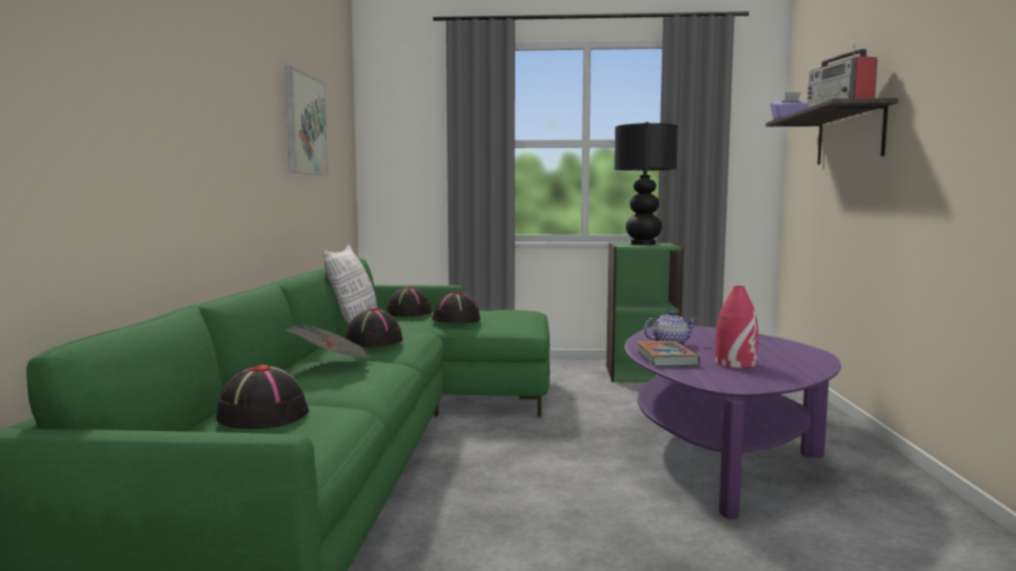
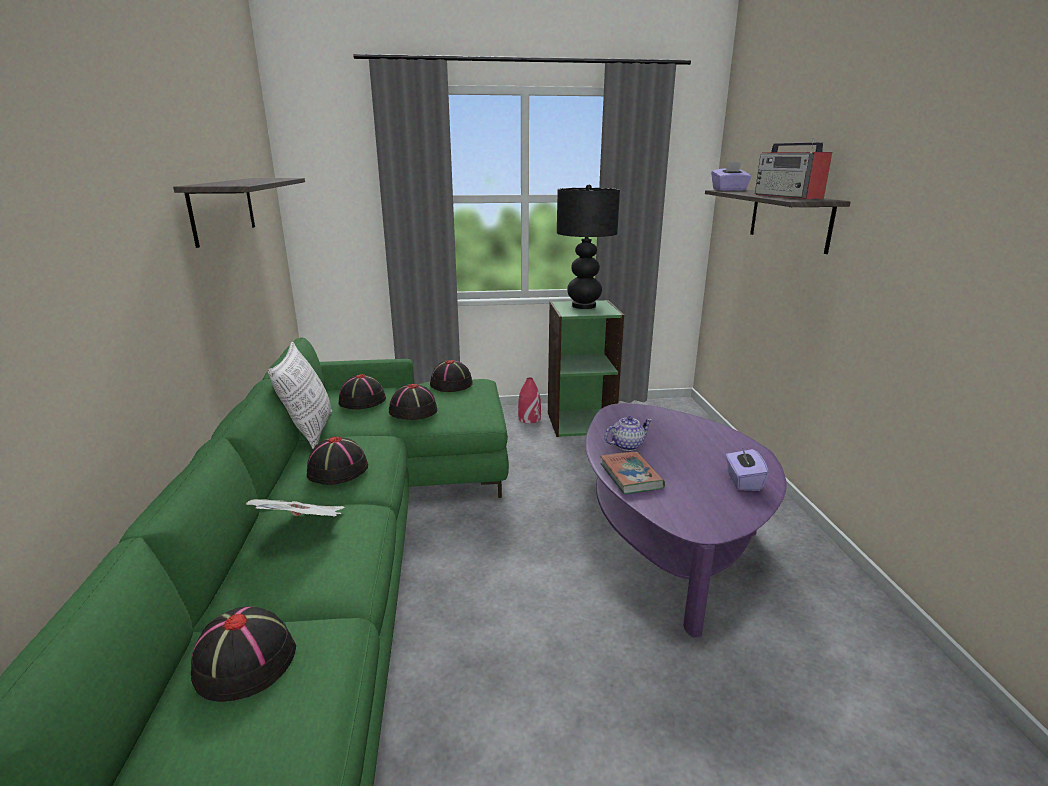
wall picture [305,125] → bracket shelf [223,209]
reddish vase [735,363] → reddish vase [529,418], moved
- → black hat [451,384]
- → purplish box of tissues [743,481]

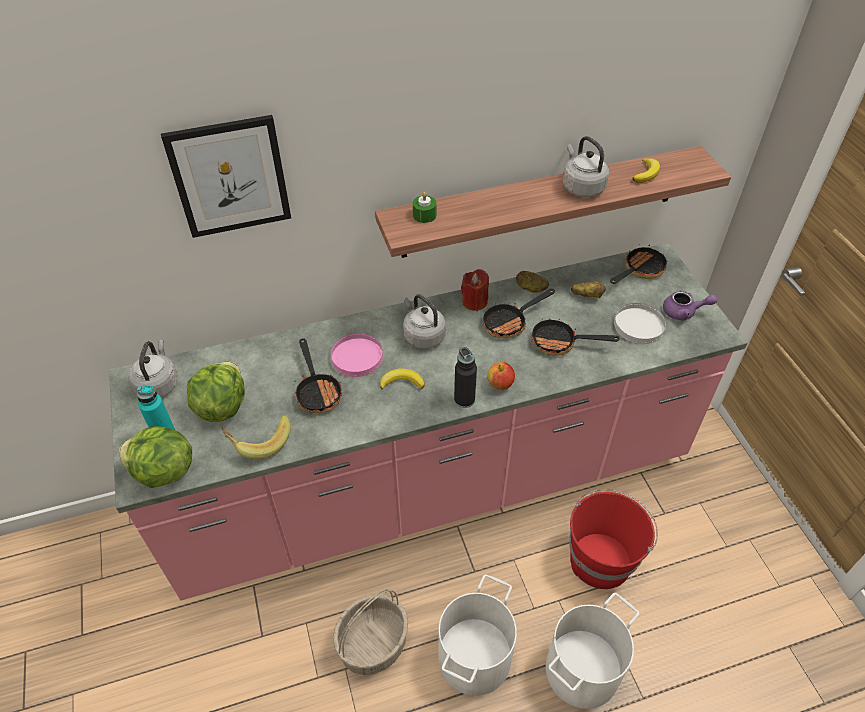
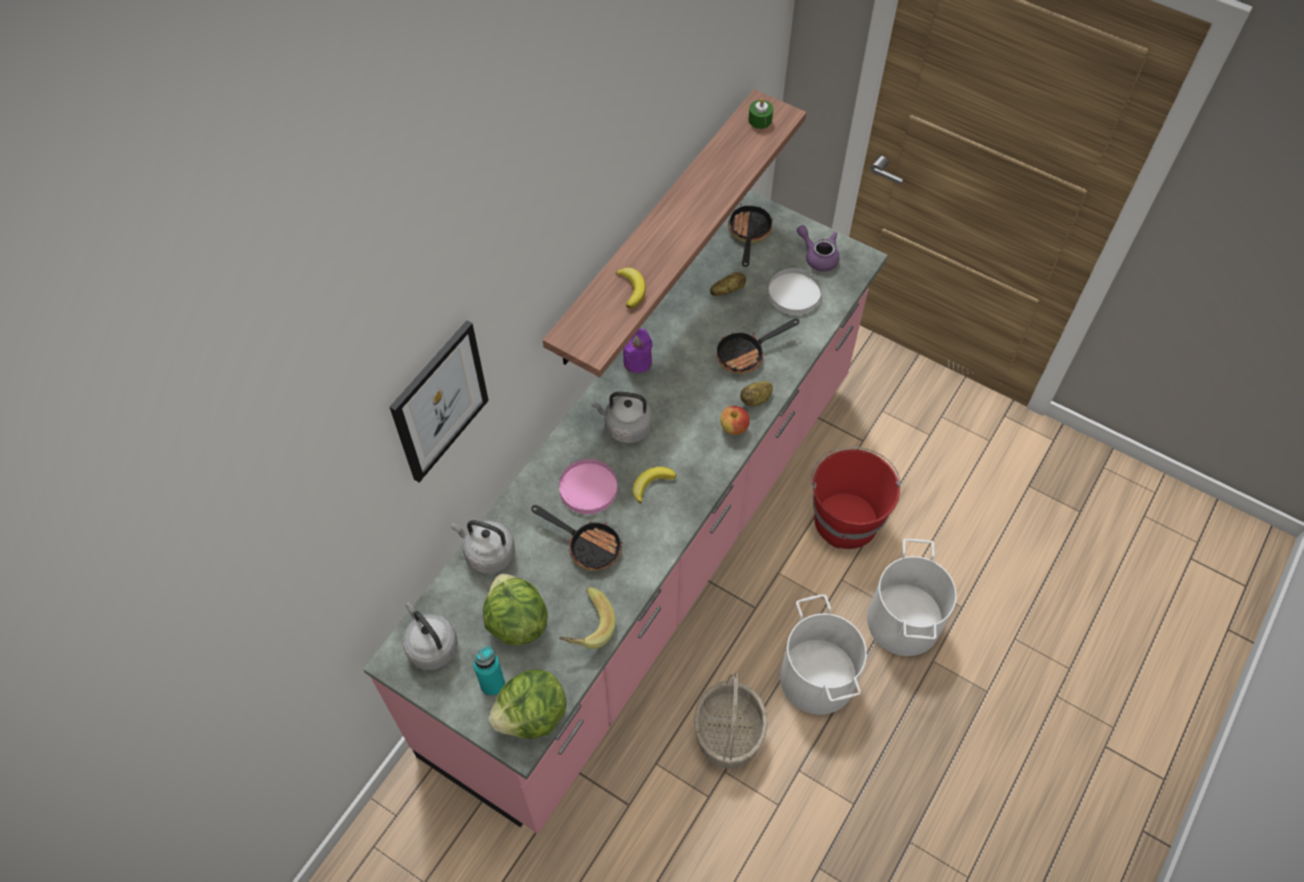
gray water kettle [581,187] → gray water kettle [487,553], moved
banana fruit [646,173] → banana fruit [632,289], moved
green wax light [424,215] → green wax light [760,120], moved
reddish wax light [474,301] → purplish wax light [637,361]
whole potato [531,288] → whole potato [756,399], moved
skillet [510,322] → -
purplish tea pot [683,312] → purplish tea pot [818,256], 105 degrees counterclockwise
black drink bottle [464,399] → -

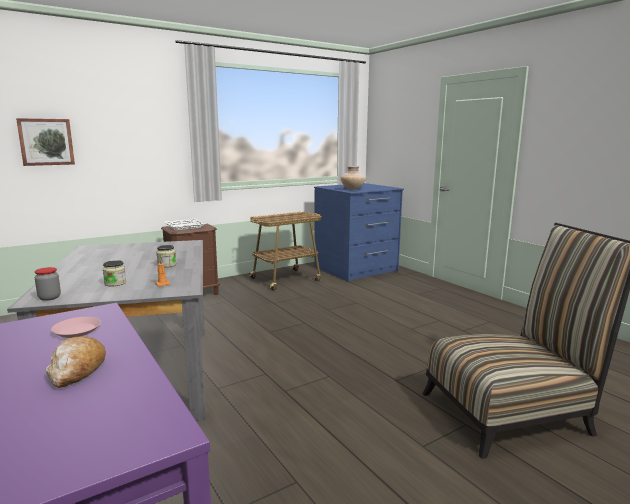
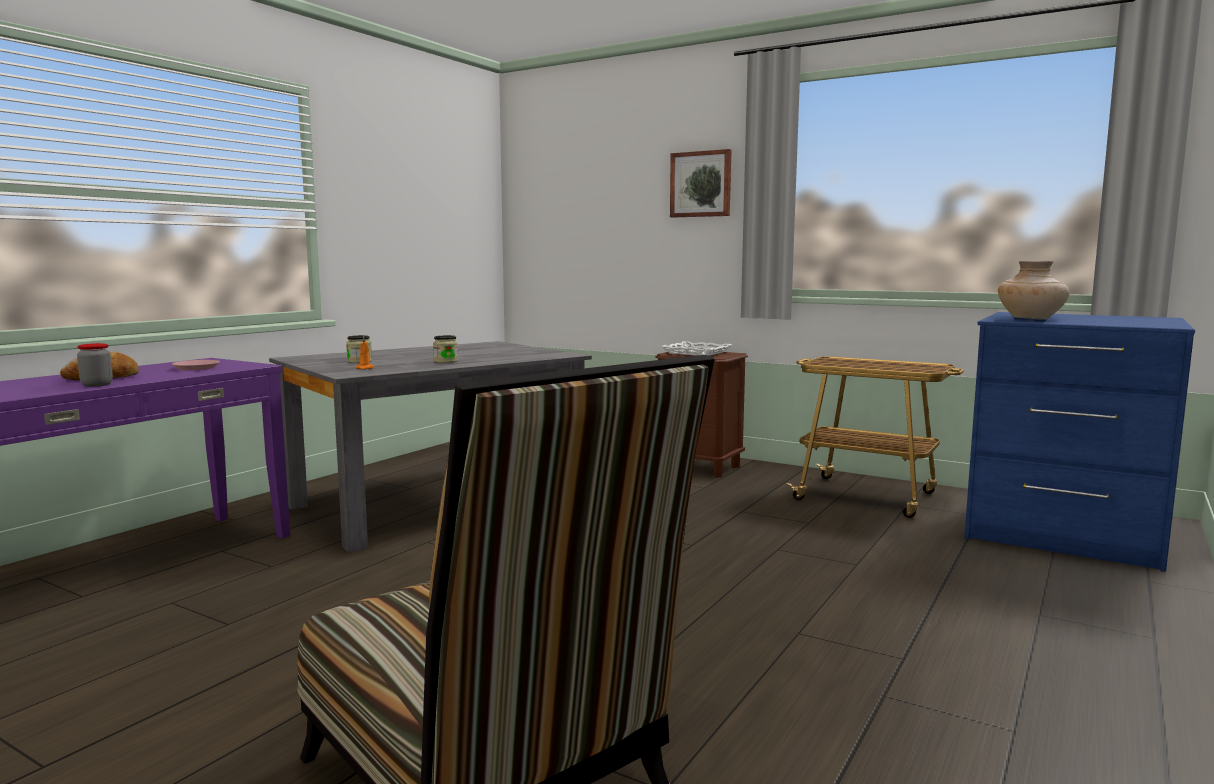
wall picture [46,142] → wall picture [701,184], moved
jar [49,298] → jar [97,385], moved

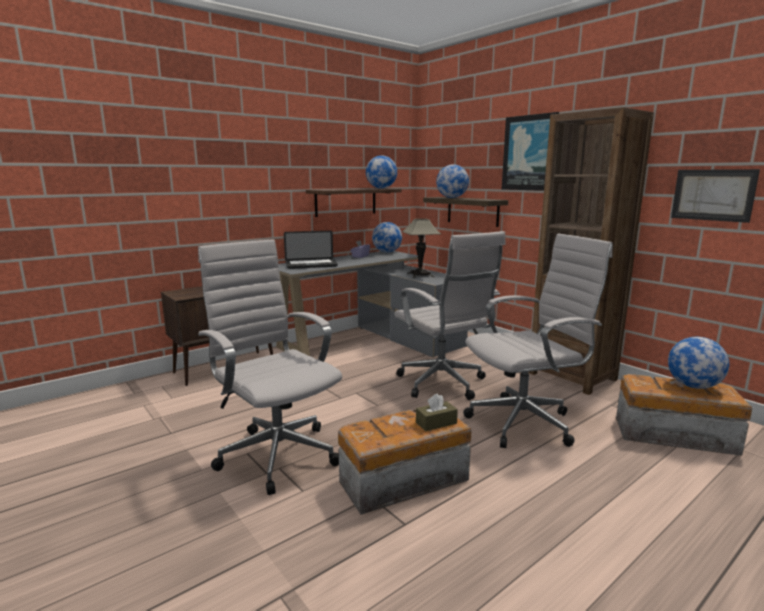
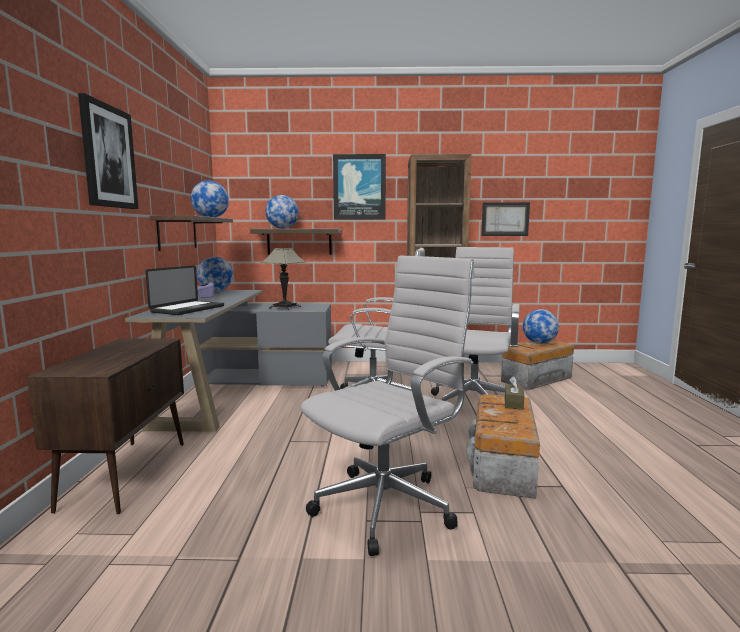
whitish desk chair [276,453] → whitish desk chair [389,504], 135 degrees clockwise
- → wall picture [108,157]

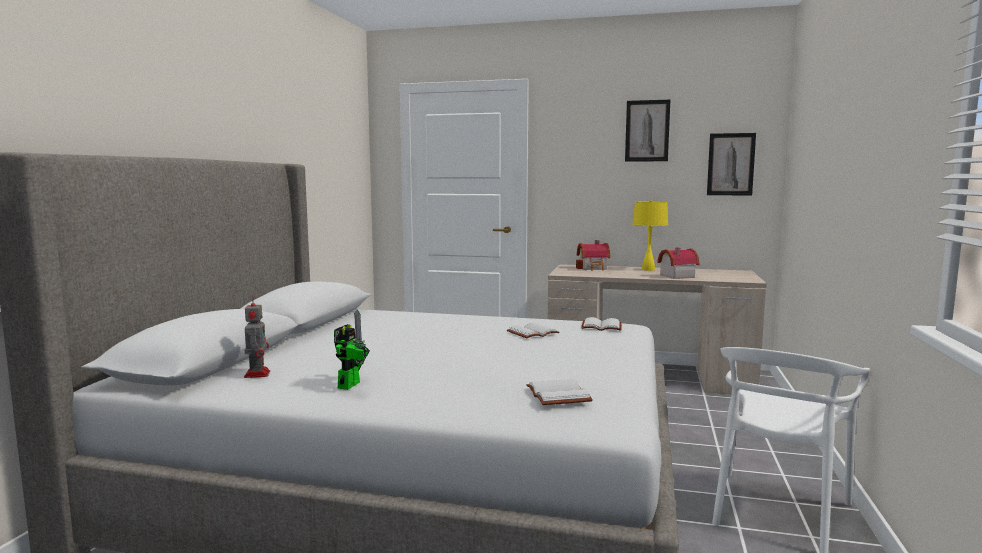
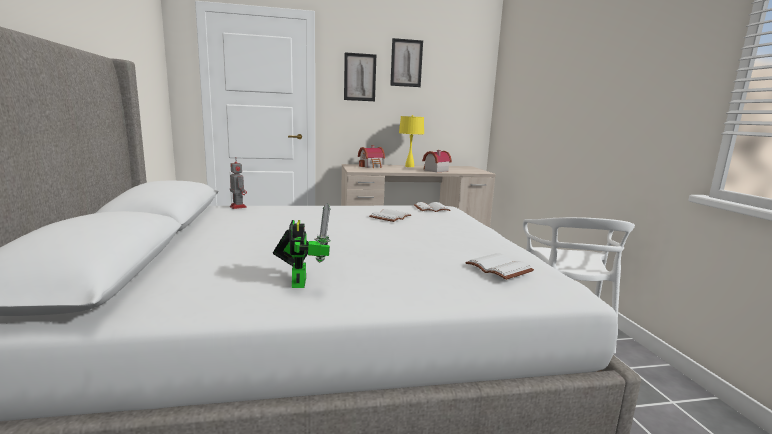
wall picture [730,164] → wall picture [360,77], moved
model robot [257,374] → model robot [237,207], moved

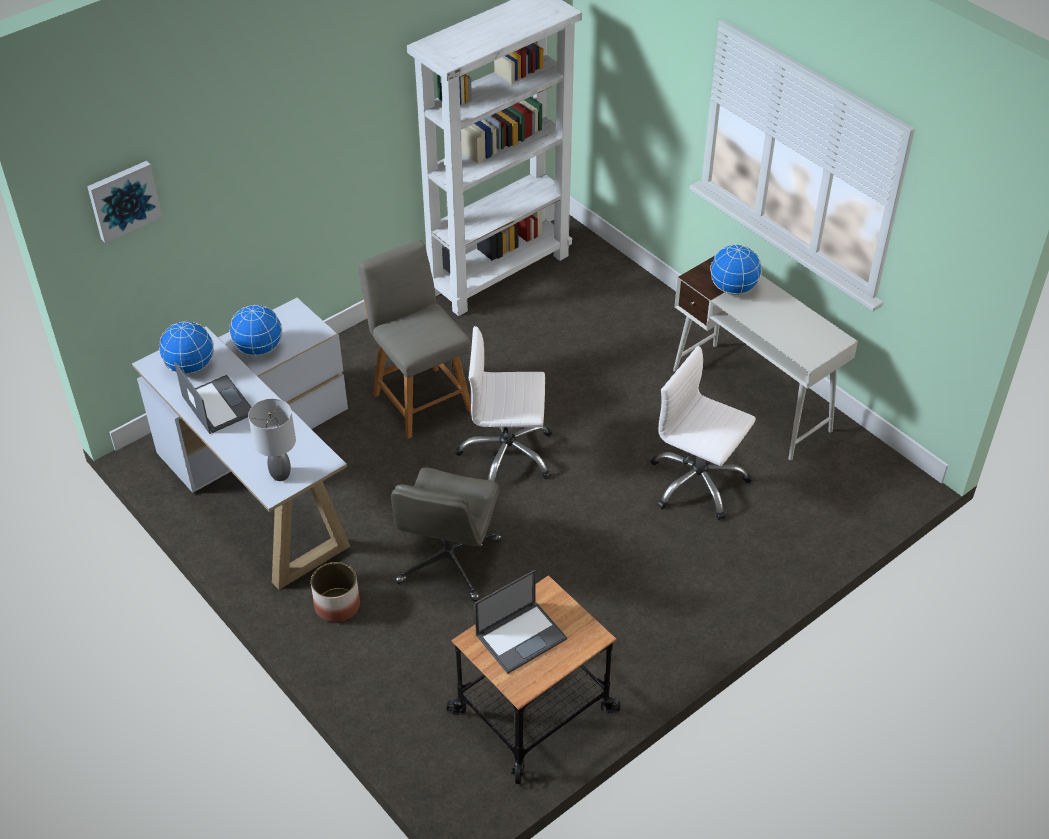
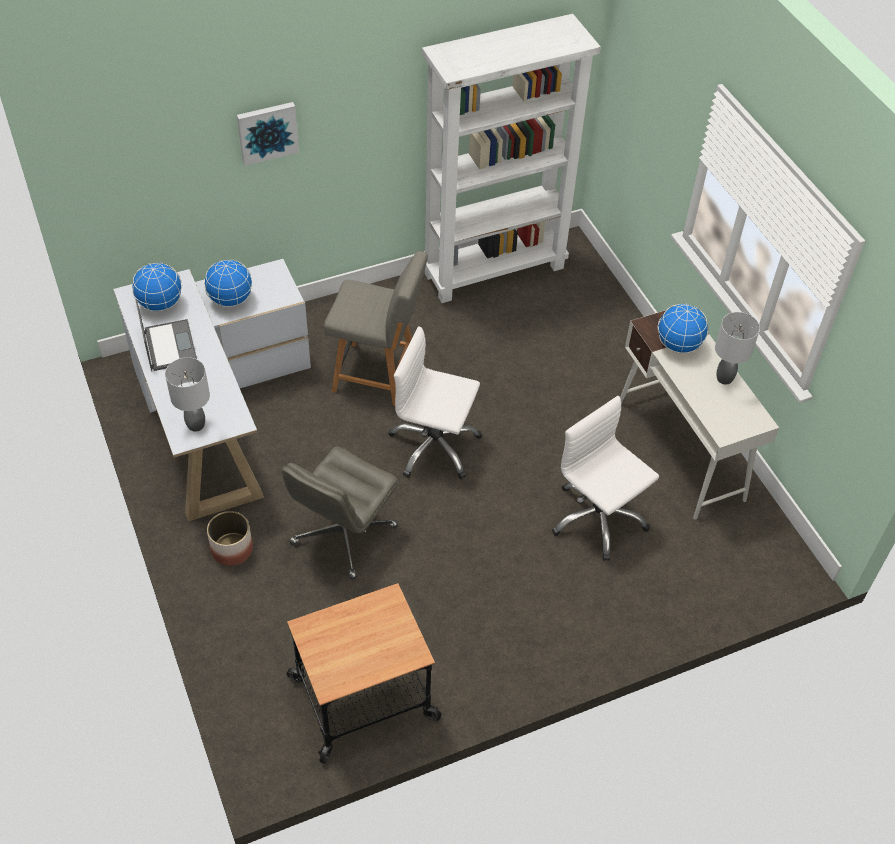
wall picture [123,200] → wall picture [267,132], moved
gray plain chair [420,400] → gray plain chair [377,375], 120 degrees clockwise
notebook computer [521,636] → -
- → gray tabletop lamp [724,379]

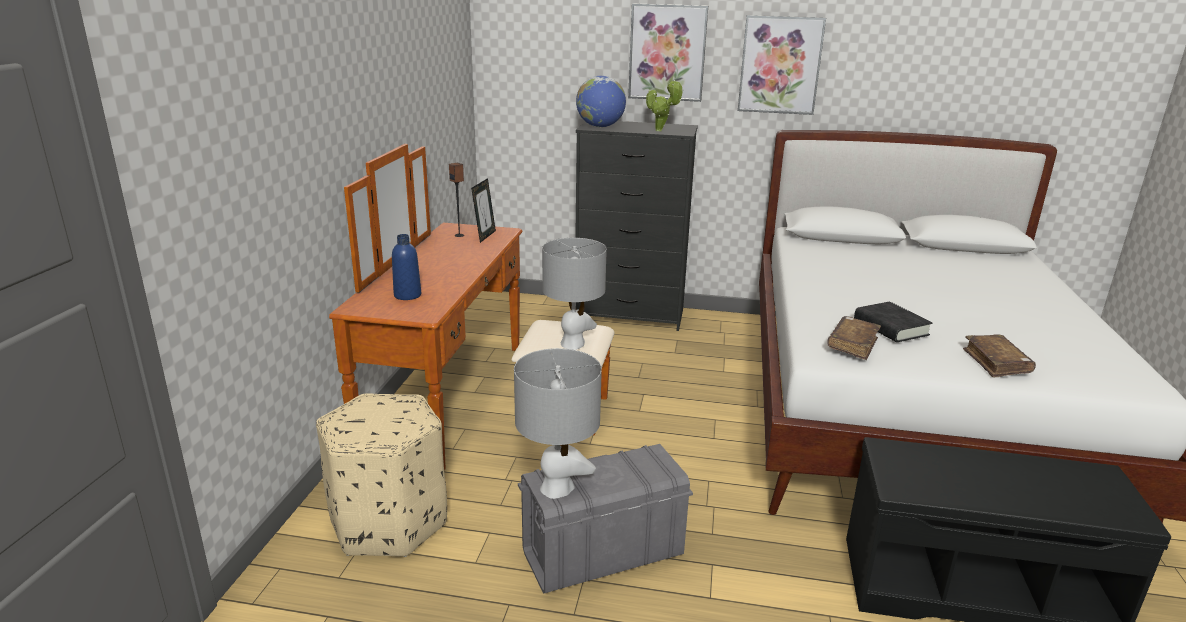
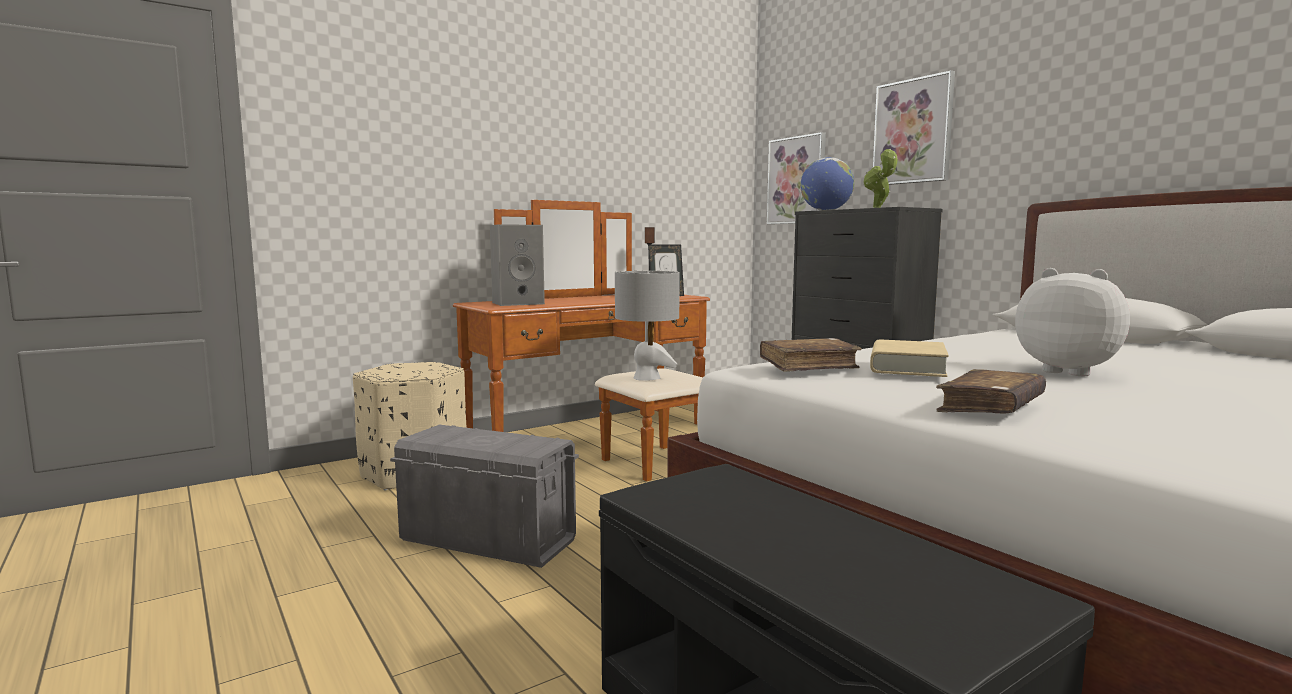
wall picture [780,65] → wall picture [796,180], moved
blue drink bottle [407,295] → gray speaker [519,303]
black bound book [890,327] → sand-coloured bound book [907,367]
gray tabletop lamp [557,488] → -
- → soft toy [1069,371]

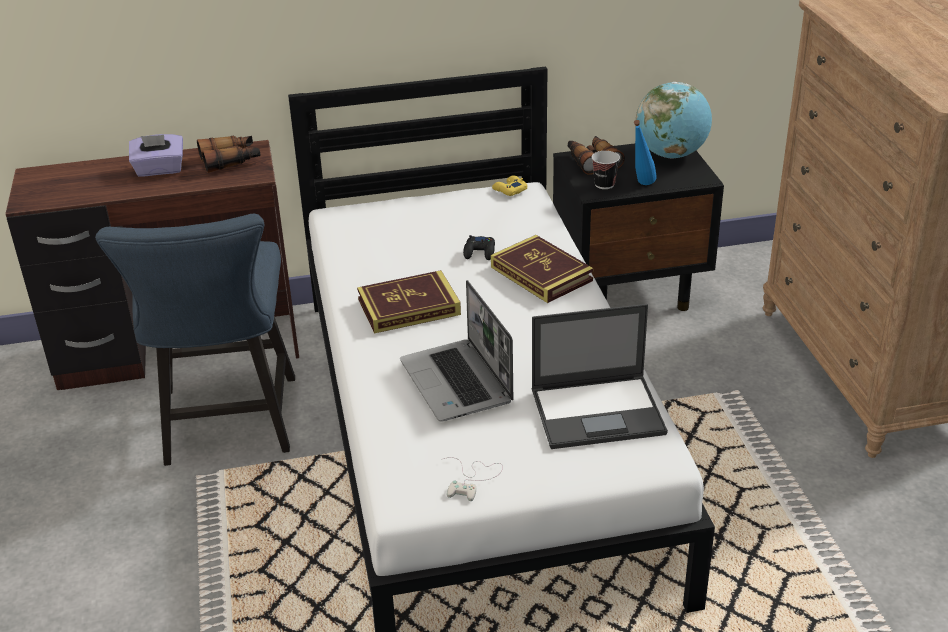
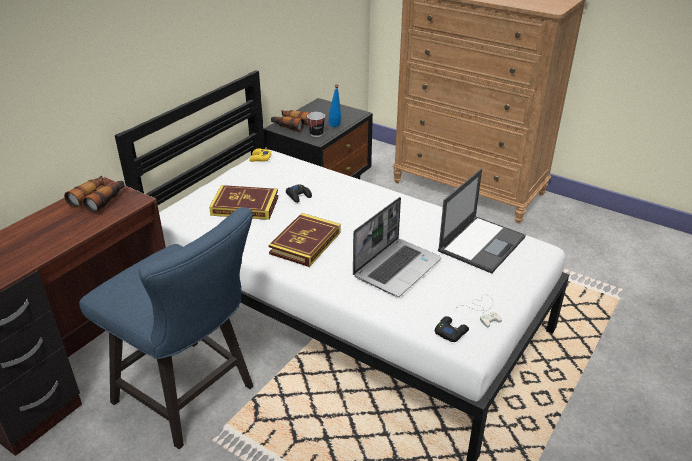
globe [671,154] → -
purplish box of tissues [159,170] → -
bound book [541,274] → bound book [245,206], moved
notebook computer [458,383] → notebook computer [397,267], 75 degrees counterclockwise
- → black joypad [450,332]

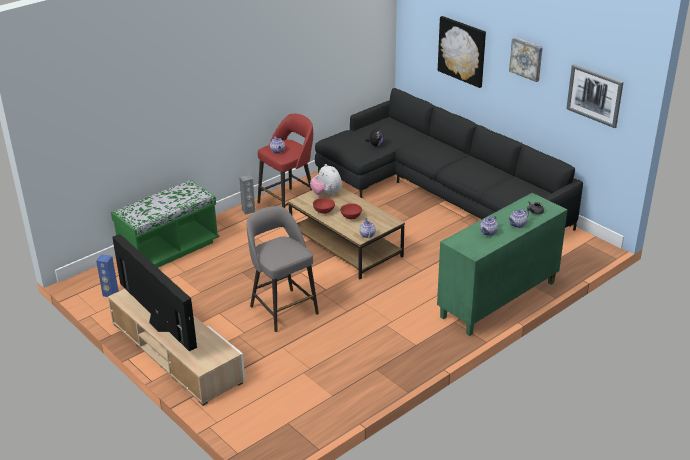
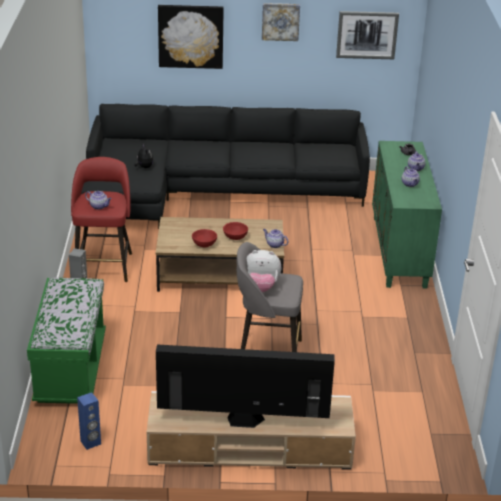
soft toy [326,194] → soft toy [261,287], moved

